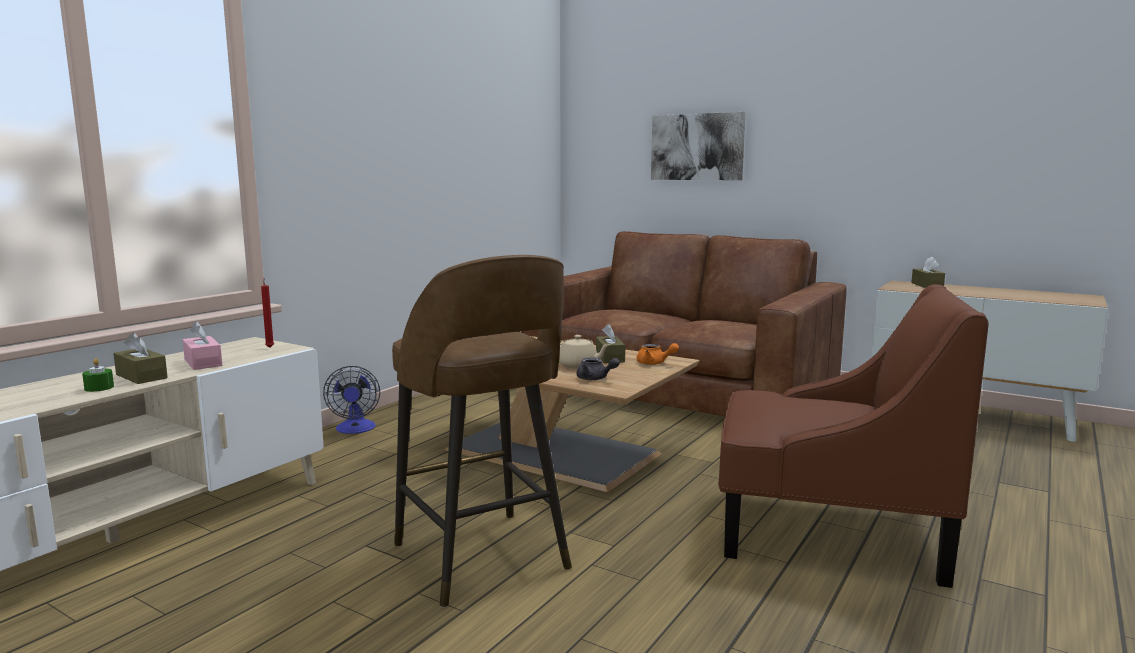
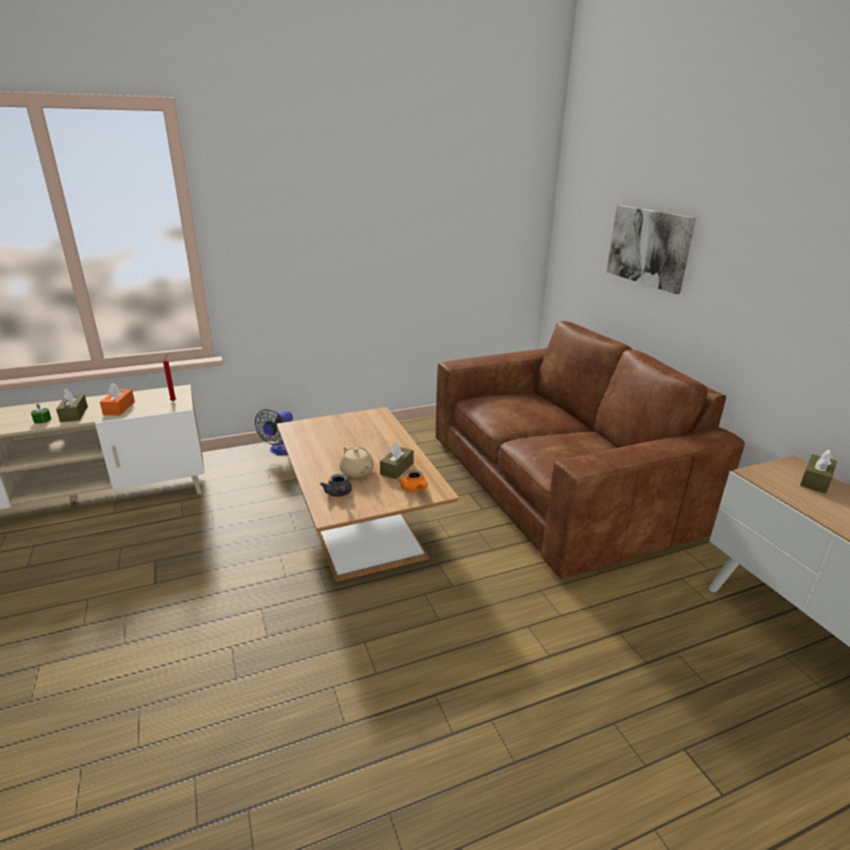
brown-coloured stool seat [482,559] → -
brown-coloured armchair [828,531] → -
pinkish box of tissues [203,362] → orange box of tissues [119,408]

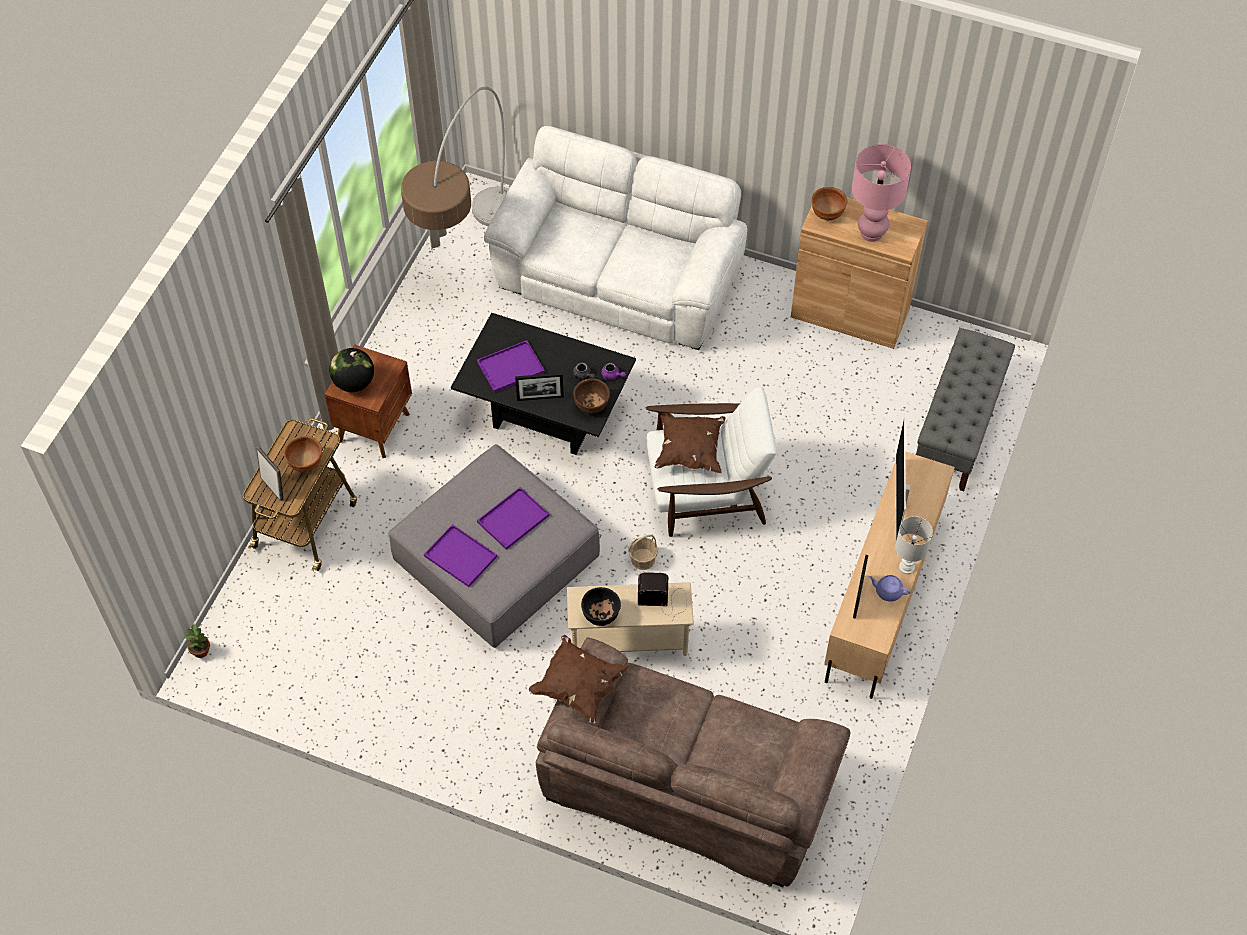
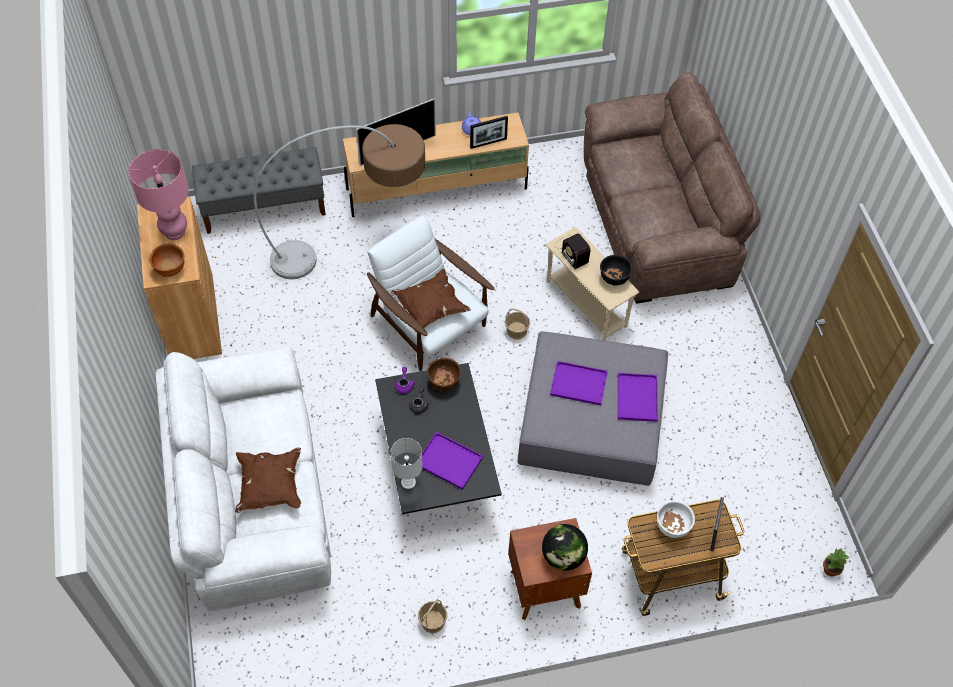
standard lamp [468,258] → standard lamp [356,250], moved
standing frame [540,398] → -
brown-coloured serving bowl [305,464] → whitish serving bowl [673,526]
whitish tabletop lamp [907,567] → whitish tabletop lamp [407,482], moved
brown-coloured pillow [578,686] → brown-coloured pillow [270,486], moved
- → basket [433,621]

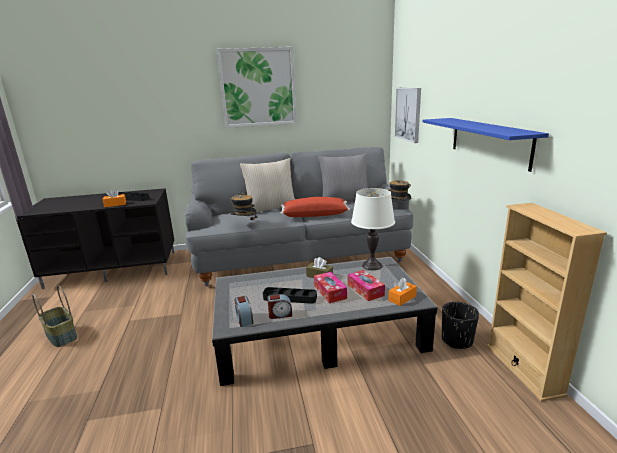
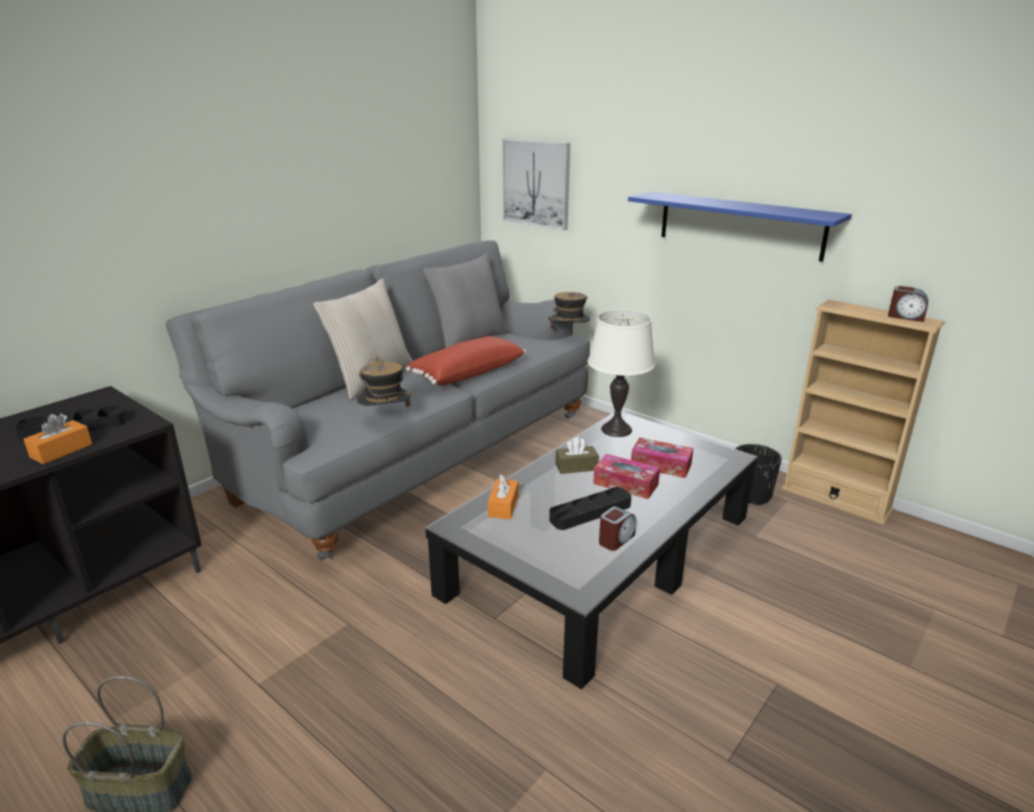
wall picture [258,87] → -
orange box of tissues [402,298] → orange box of tissues [503,506], moved
alarm clock [244,319] → alarm clock [905,317], moved

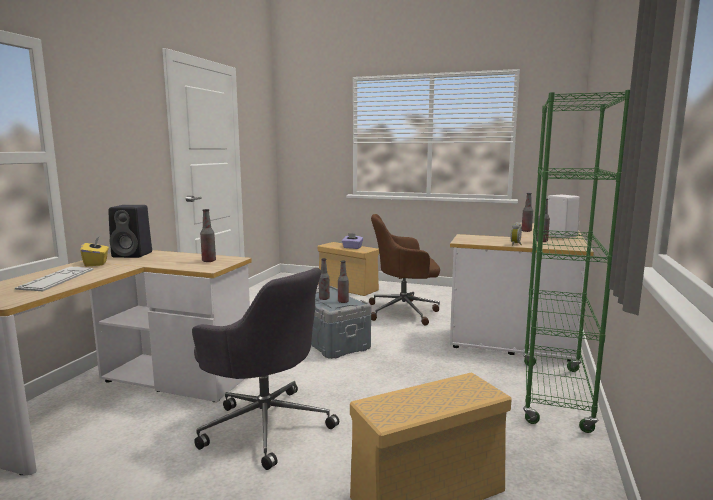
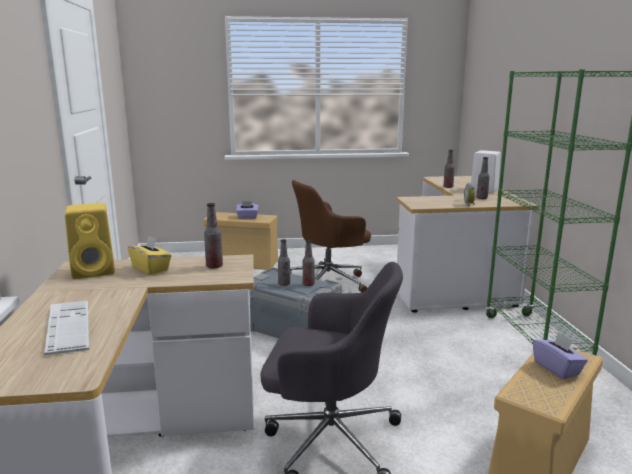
black speaker [133,255] → yellowish speaker [95,271]
yellowish box of tissues [96,263] → yellowish box of tissues [151,269], moved
- → purplish box of tissues [557,368]

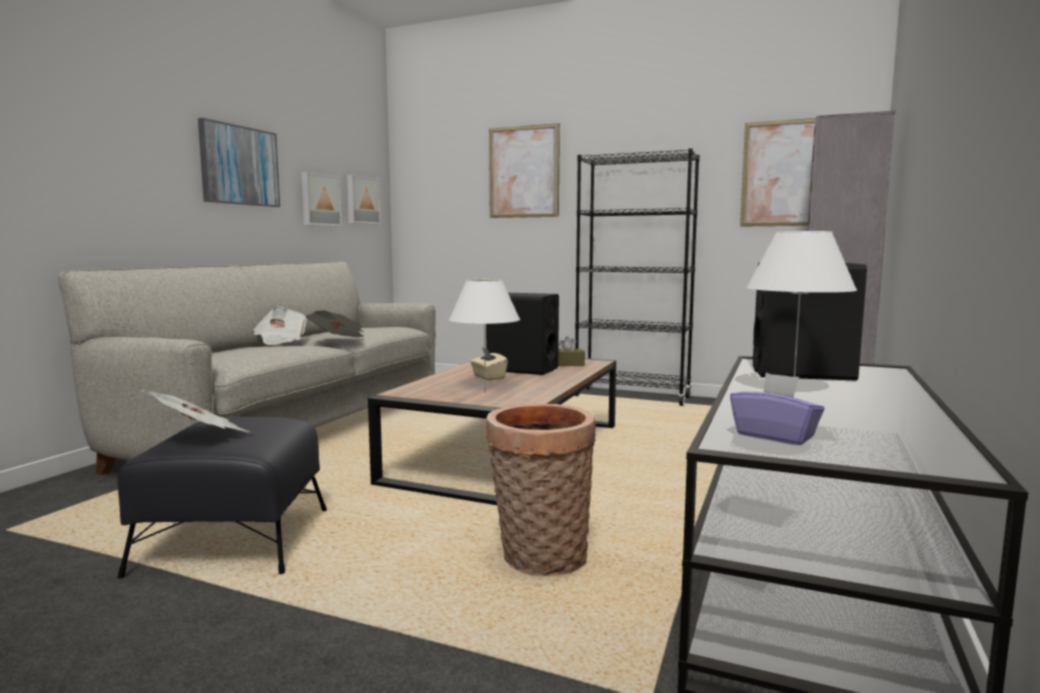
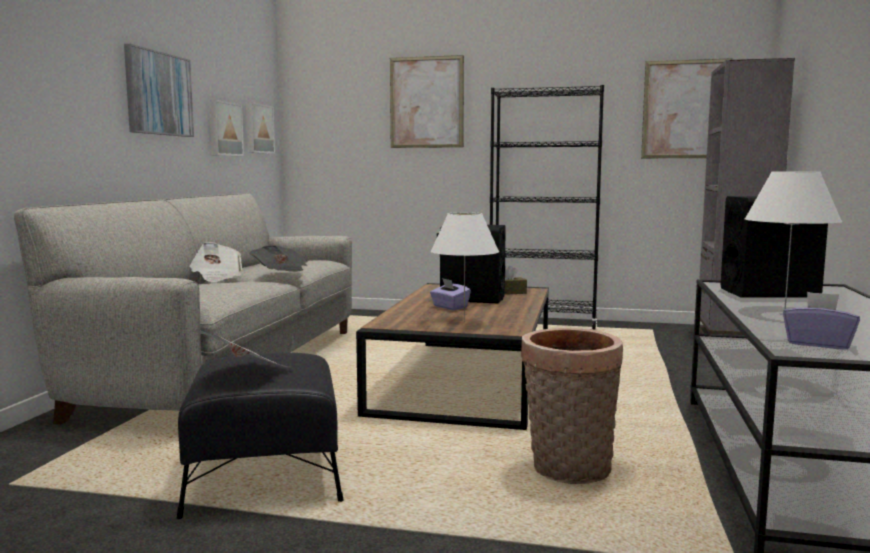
sand-coloured box of tissues [488,377] → purplish box of tissues [449,307]

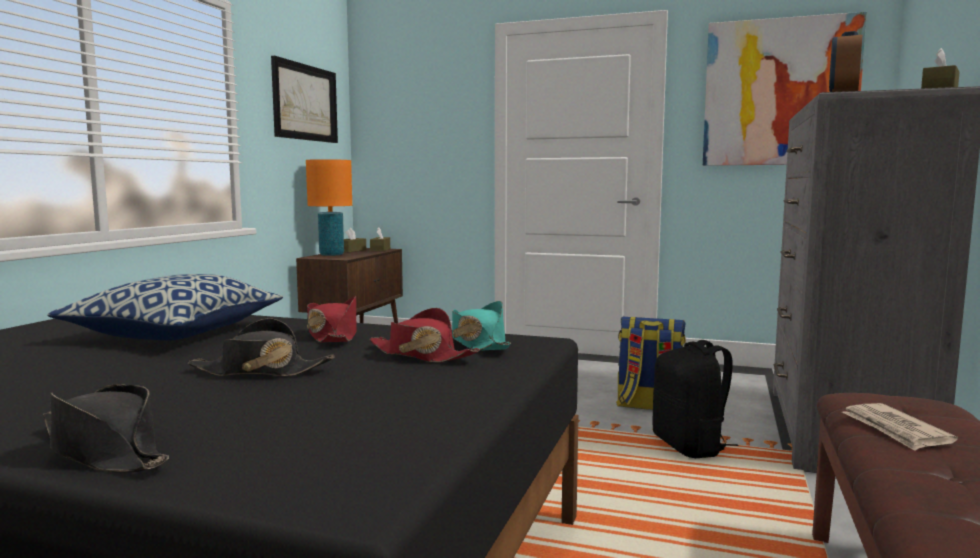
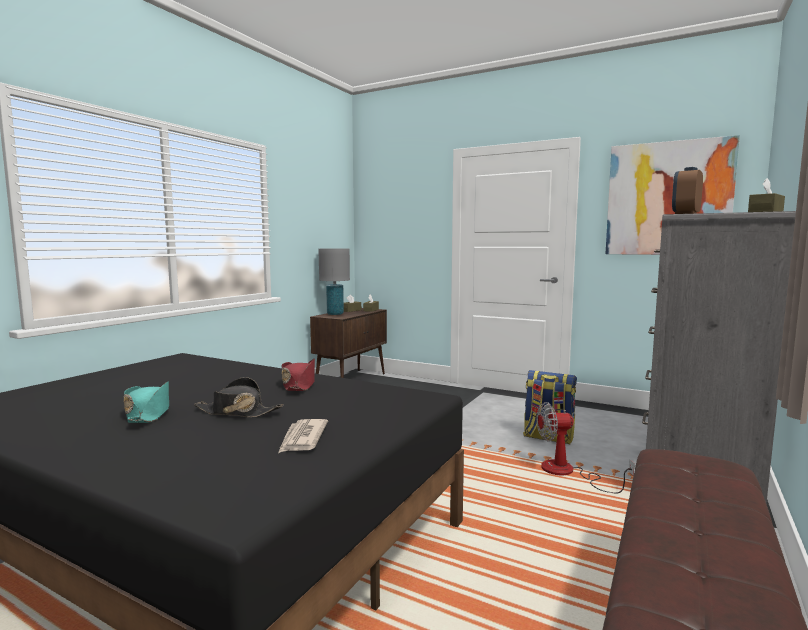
wall picture [305,102] → -
orange tabletop lamp [331,255] → gray tabletop lamp [335,314]
pillow [175,333] → -
turquoise-coloured hat [478,343] → turquoise-coloured hat [148,413], moved
reddish hat [421,355] → -
black rucksack [690,446] → cooling fan [568,473]
black hat [104,450] → -
newspaper [895,430] → newspaper [302,438], moved

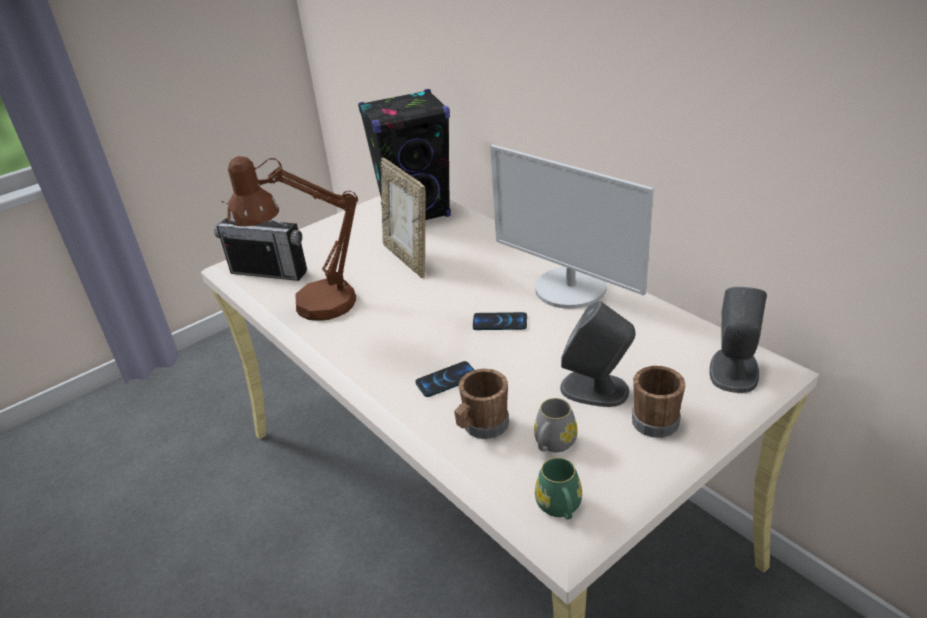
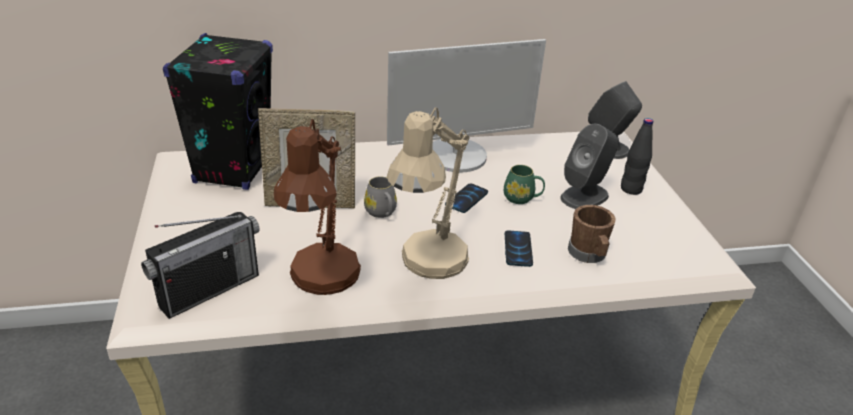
brown-coloured coffee mug [656,418] → black drink bottle [631,189]
gray coffee mug [553,444] → gray coffee mug [382,213], moved
green coffee mug [560,508] → green coffee mug [522,198], moved
- → sand-coloured tabletop lamp [428,266]

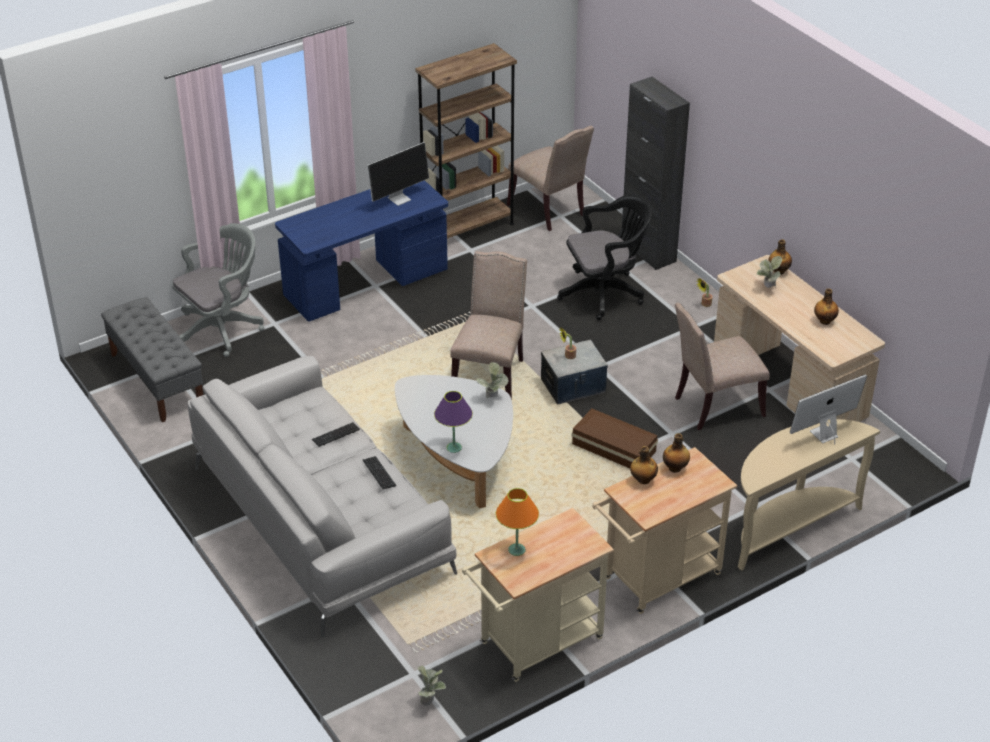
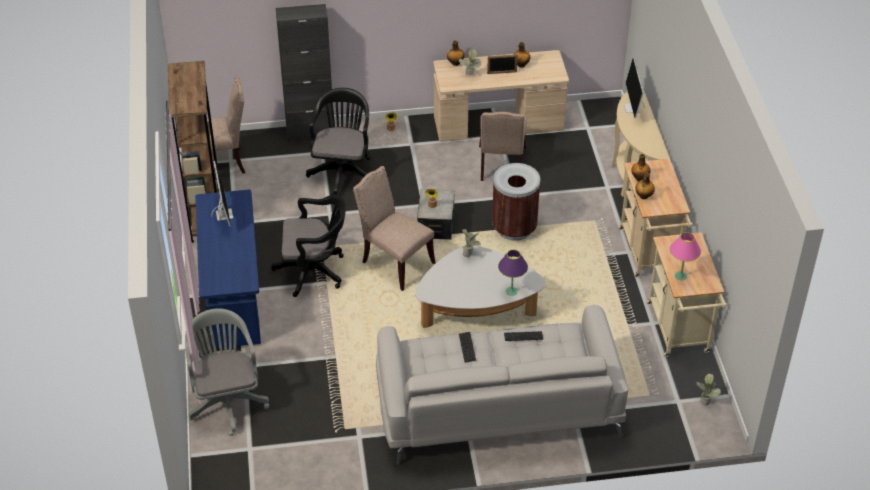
gray bench [156,379] → -
brown-coloured storage box [614,449] → brown-coloured trash can [514,228]
orange tabletop lamp [517,549] → pinkish tabletop lamp [681,275]
- → standing frame [502,73]
- → black desk chair [314,271]

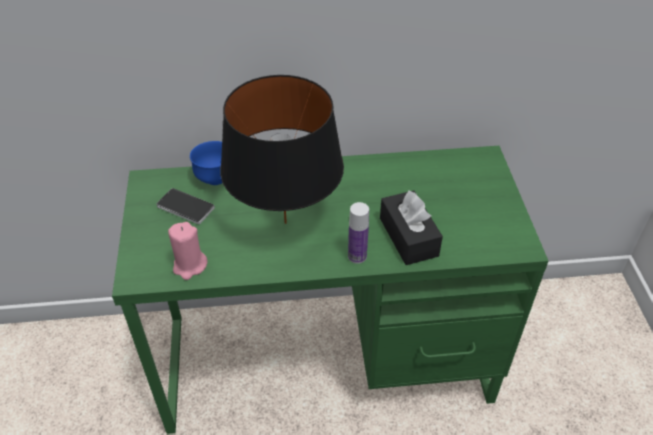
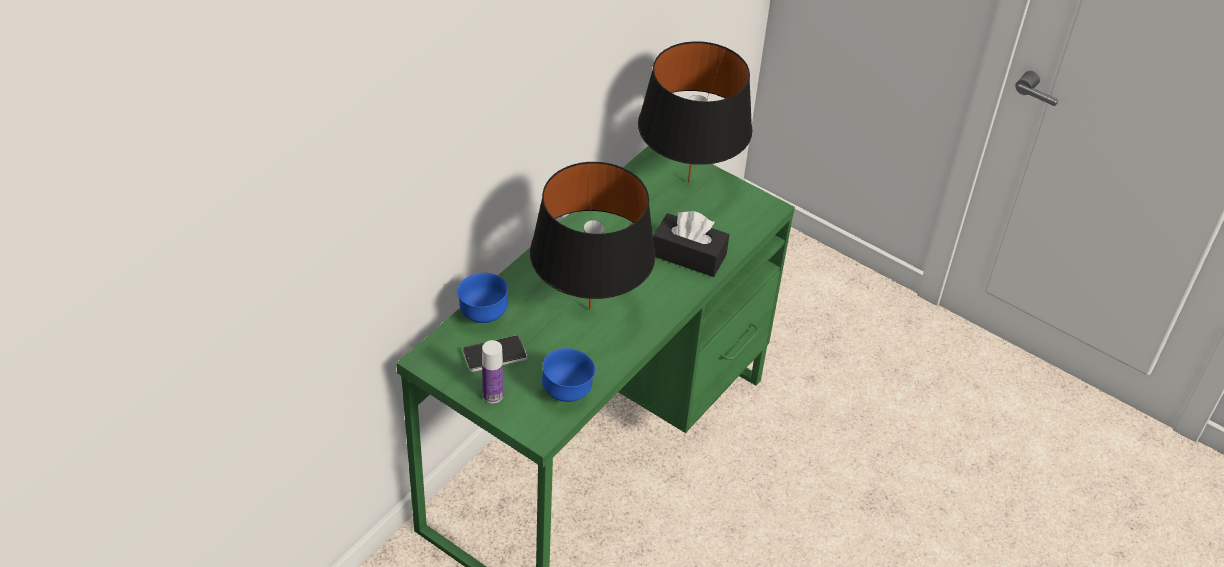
drink bottle [357,256] → drink bottle [492,395], moved
pinkish wax light [189,266] → blue serving bowl [567,392]
- → black tabletop lamp [688,182]

